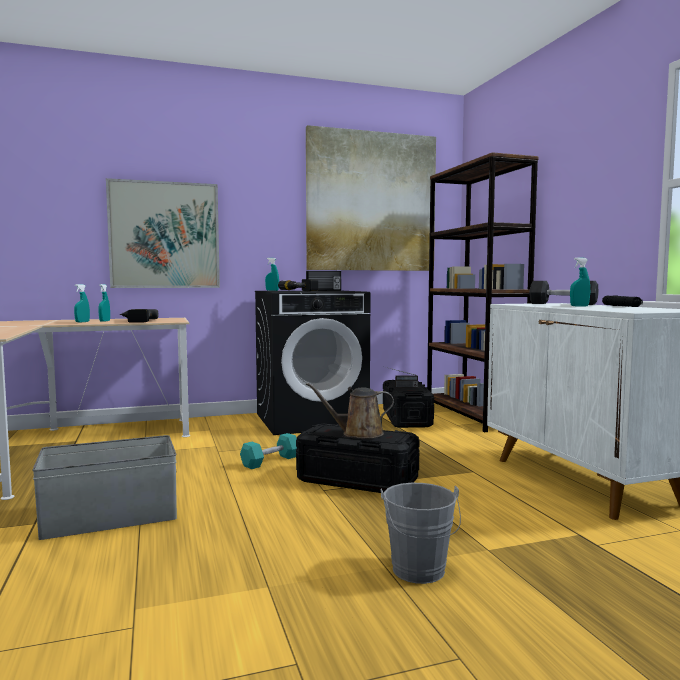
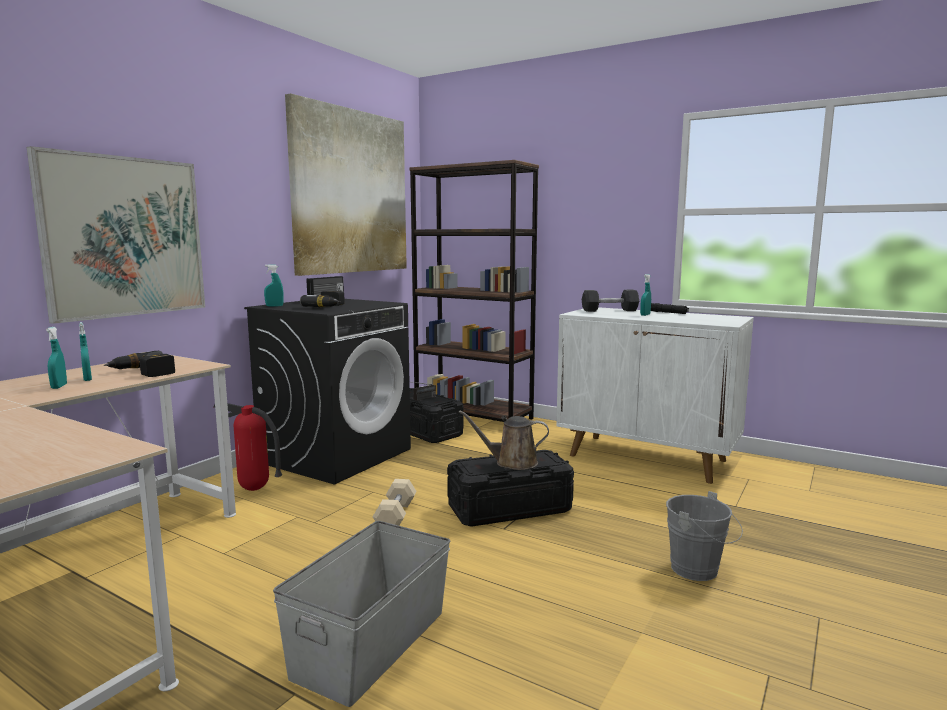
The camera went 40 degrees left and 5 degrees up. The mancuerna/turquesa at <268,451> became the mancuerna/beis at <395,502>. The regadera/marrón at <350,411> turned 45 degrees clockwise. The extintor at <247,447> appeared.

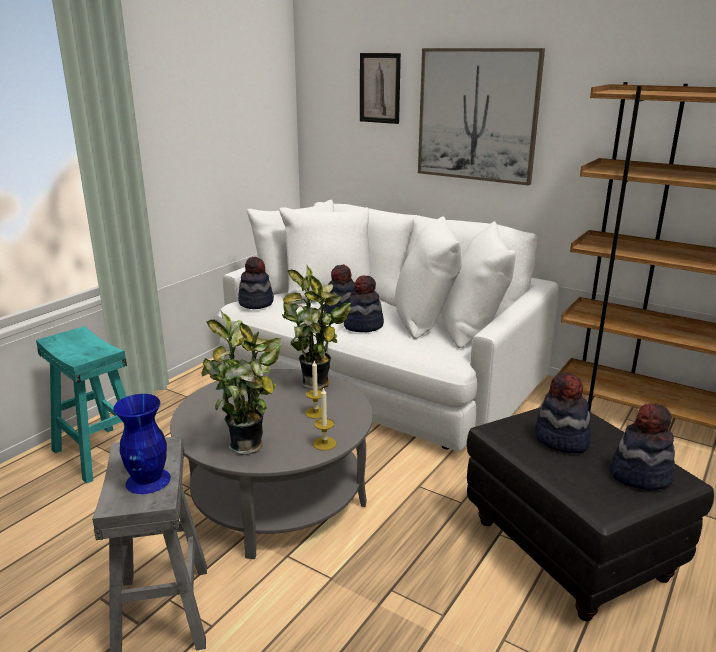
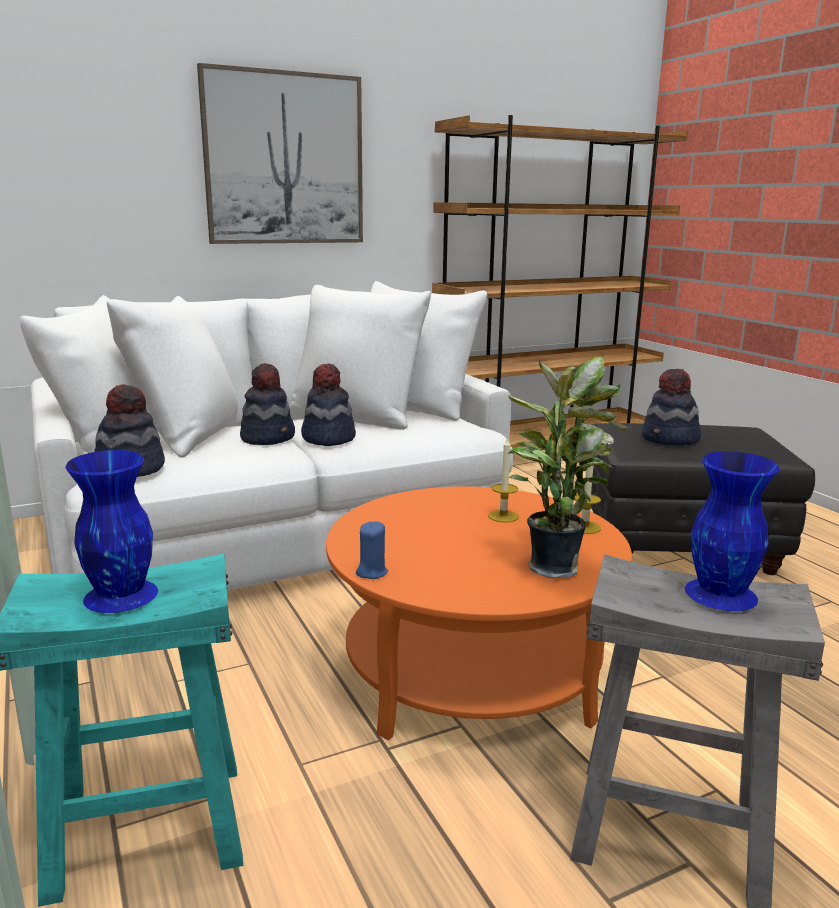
The camera went 60 degrees left and 5 degrees down. The mesa de centro/gris at <271,464> became the mesa de centro/naranja at <479,613>. The planta en maceta at <317,327> disappeared. The cuadro at <380,88> disappeared. The sombrero at <642,447> disappeared. The florero/azul at <111,531> appeared. The vela/azul at <372,550> appeared.

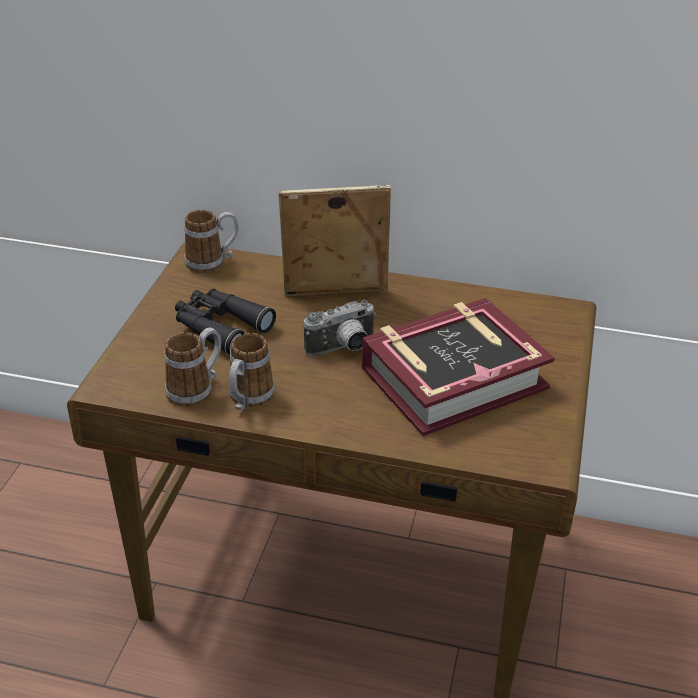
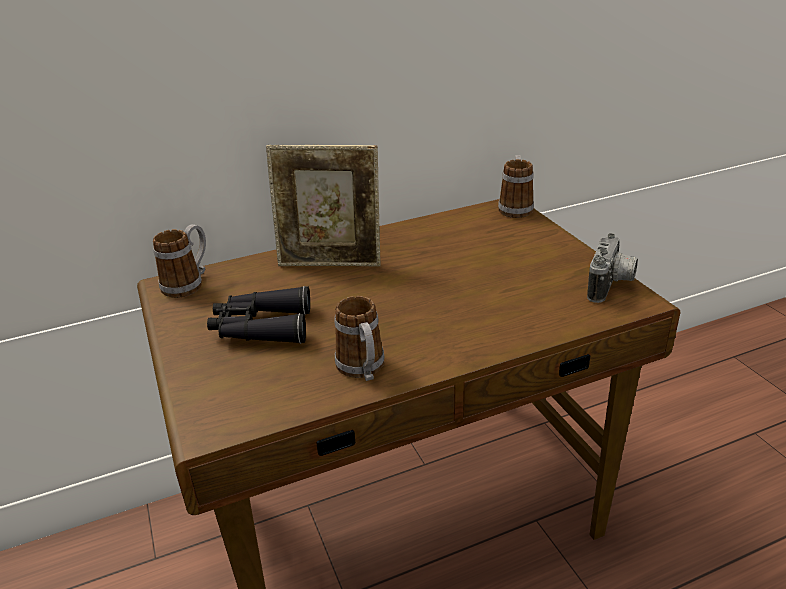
The camera went 35 degrees left and 5 degrees down. The taza grande moved from <193,367> to <516,186>. The portarretratos at <334,240> turned 135 degrees counterclockwise. The cámara moved from <340,328> to <612,268>. The libro at <458,367> disappeared.

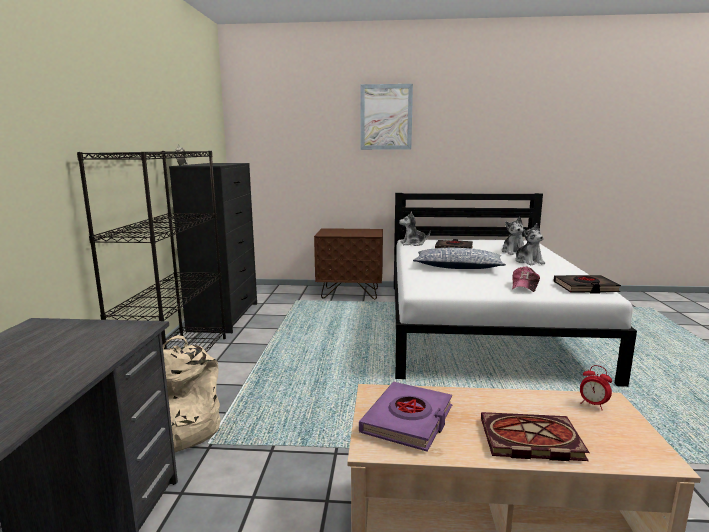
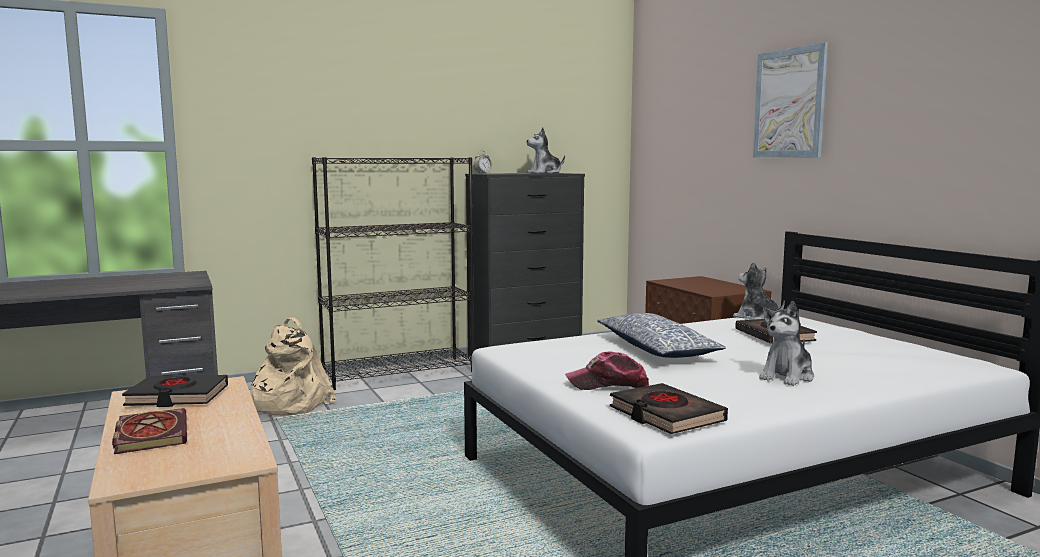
The camera went 60 degrees right and 5 degrees down. The libro/morado at <405,417> became the libro/negro at <175,391>. The peluche moved from <513,236> to <546,151>. The despertador at <596,388> disappeared.

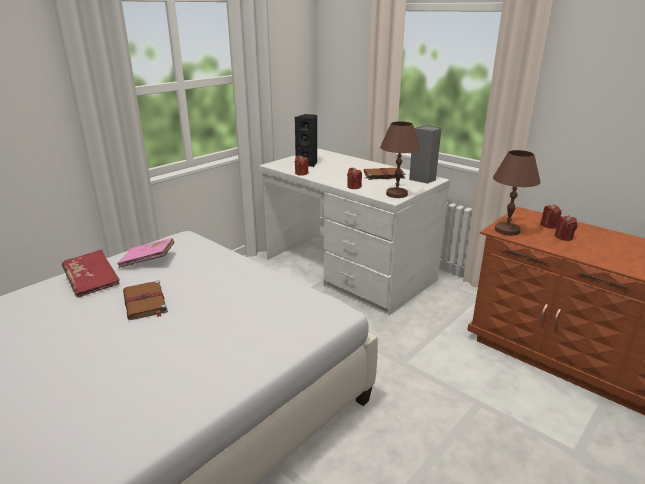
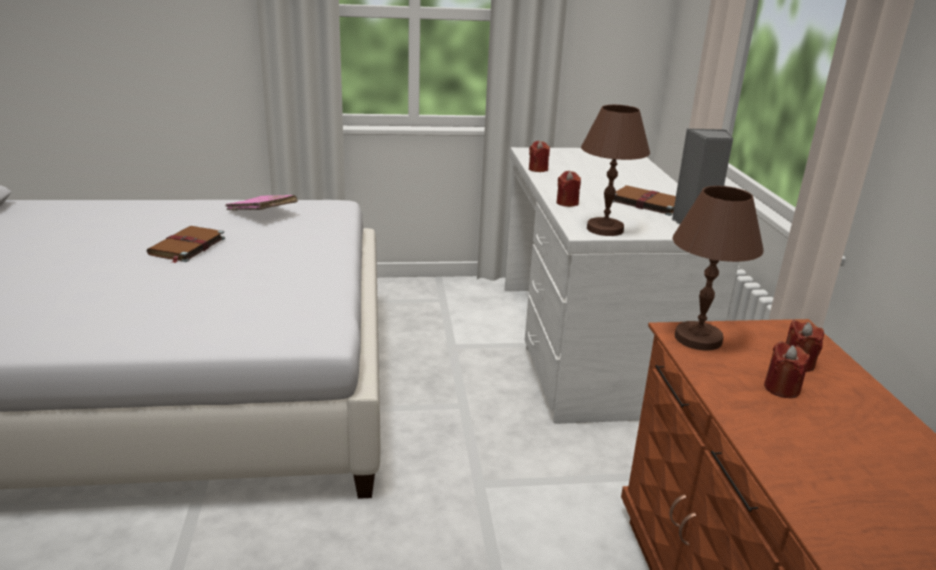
The camera went 40 degrees right and 0 degrees up. The libro/rojo at <91,273> disappeared. The altavoz/negro at <306,140> disappeared.

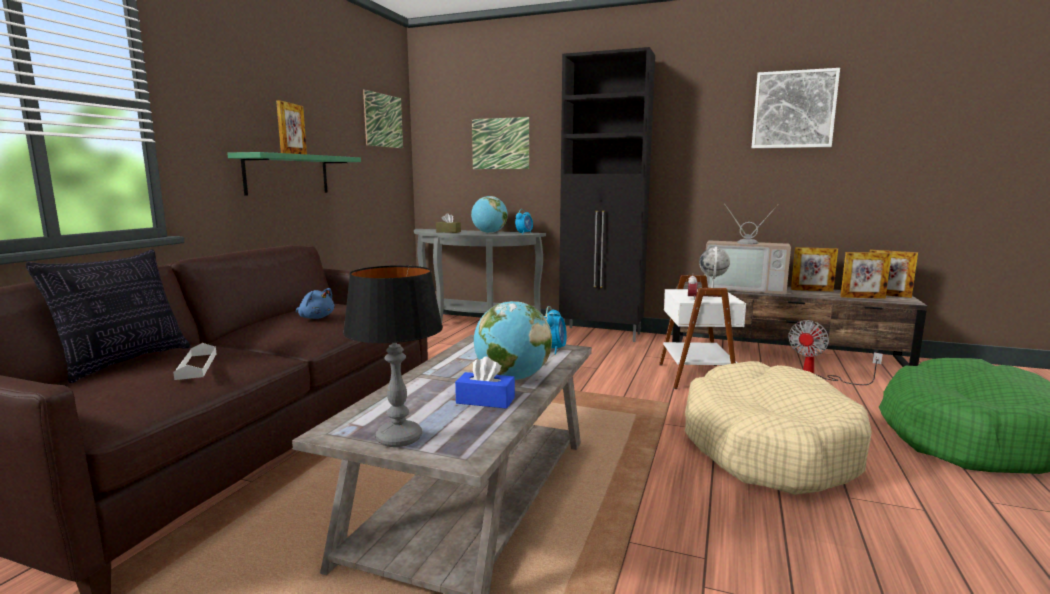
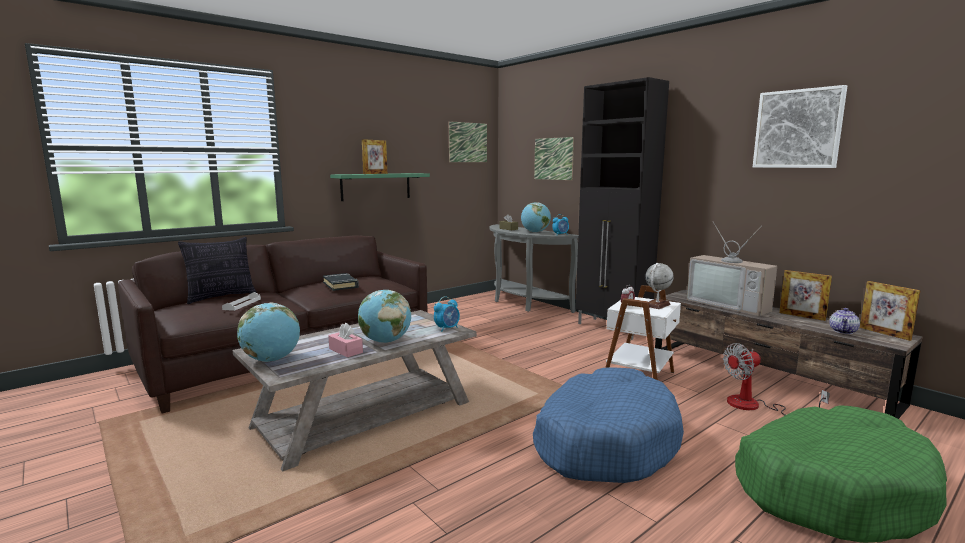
The camera went 30 degrees right and 0 degrees up. The peluche/azul at <315,303> was replaced by the libro/negro at <341,282>. The lámpara de mesa at <393,356> was replaced by the globo terráqueo at <268,332>. The caja de pañuelos/azul at <485,382> became the caja de pañuelos/rosa at <345,340>. The cama para perro/beis at <778,428> became the cama para perro/azul at <608,425>. The portarretratos at <866,275> was replaced by the tetera at <844,321>.

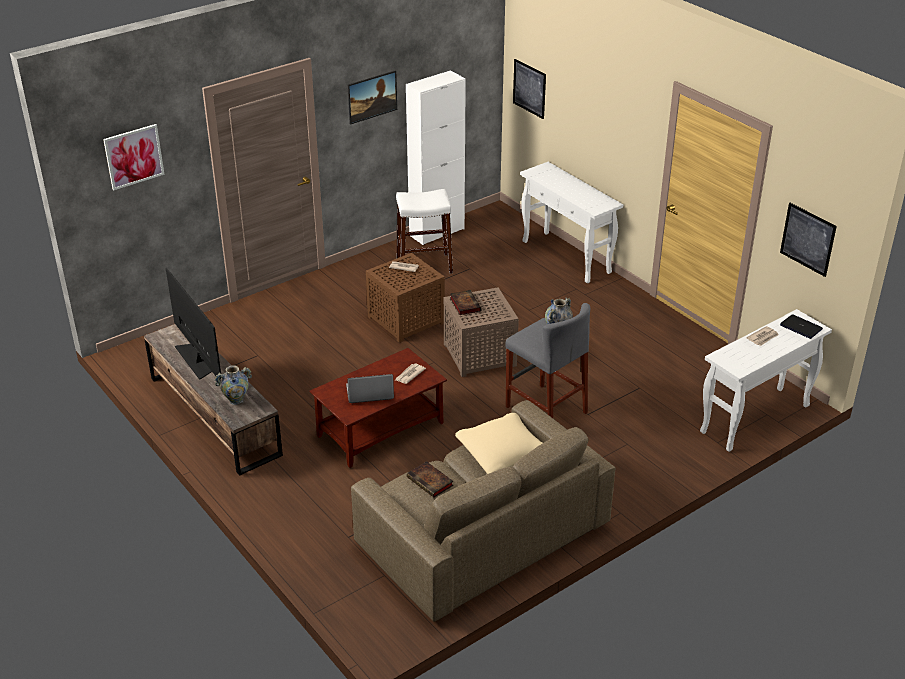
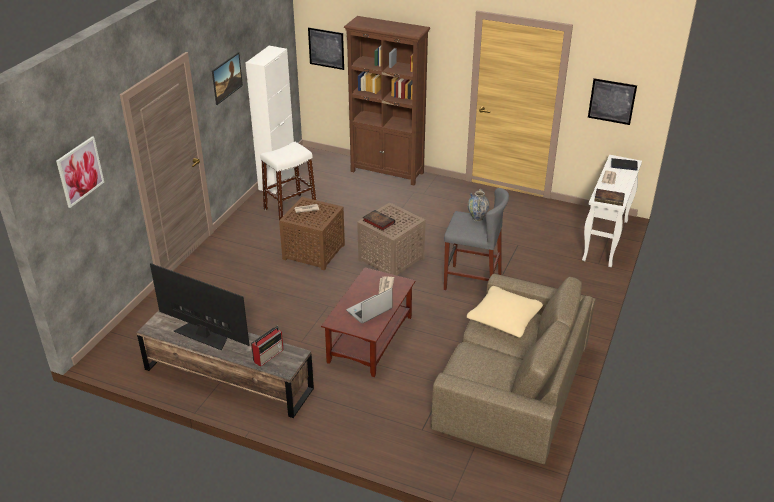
The camera went 30 degrees left and 0 degrees up. The florero at <233,385> was replaced by the radio at <267,346>. The libro moved from <430,479> to <609,197>. The mesa consola/blanco at <571,222> was replaced by the estantería/marrón at <387,100>.

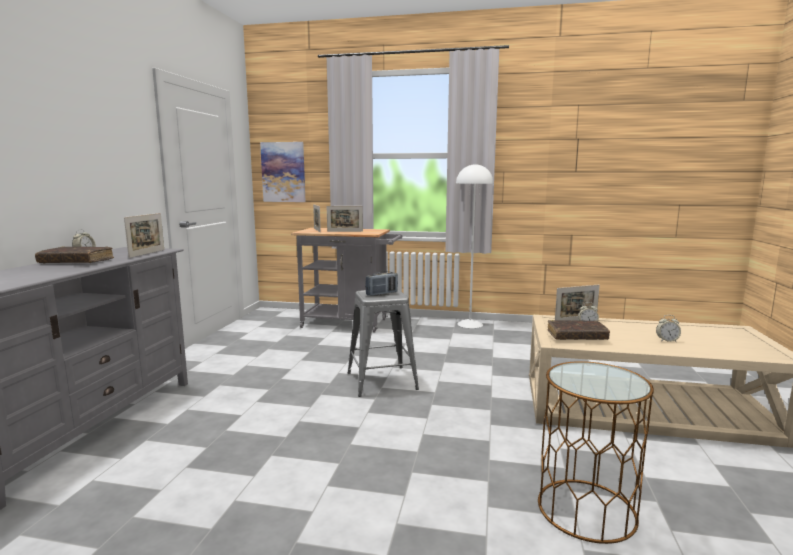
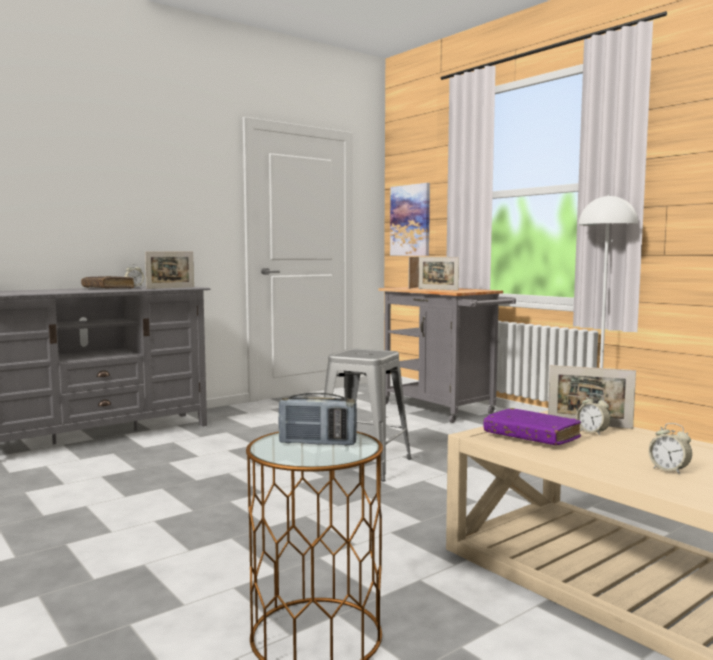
The camera went 40 degrees right and 5 degrees down. The radio moved from <381,283> to <318,419>. The libro/marrón at <578,330> became the libro/morado at <532,426>.

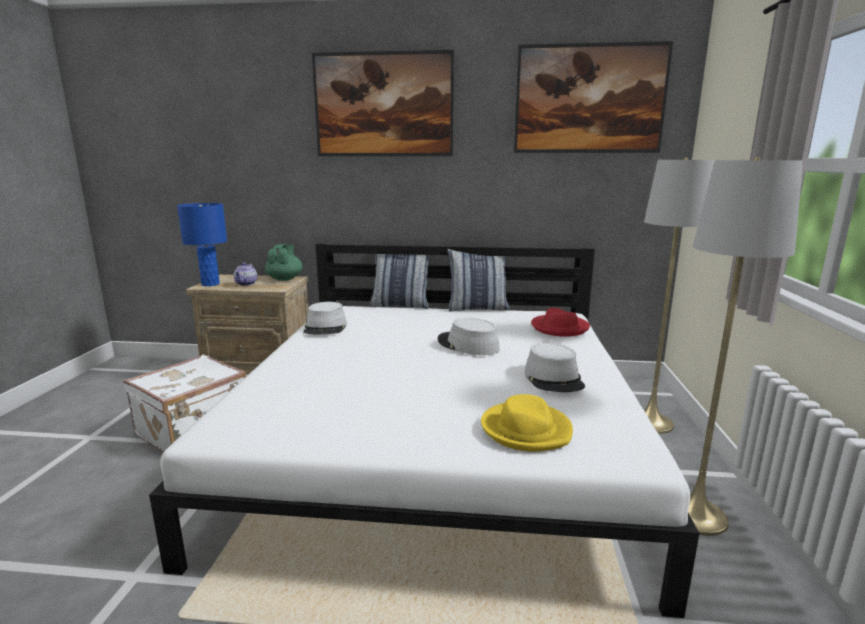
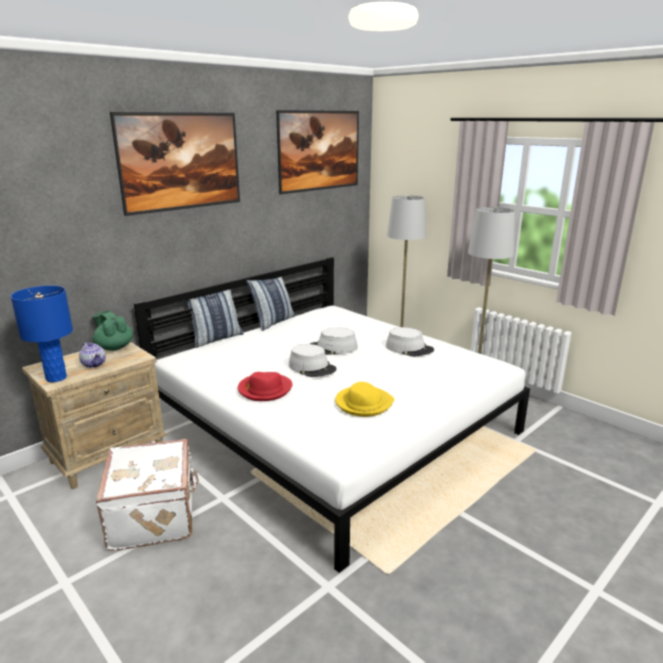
The camera went 50 degrees left and 5 degrees up. The sombrero/gris moved from <325,318> to <312,360>. The sombrero/amarillo moved from <527,422> to <364,399>. The sombrero/rojo moved from <560,322> to <265,386>.

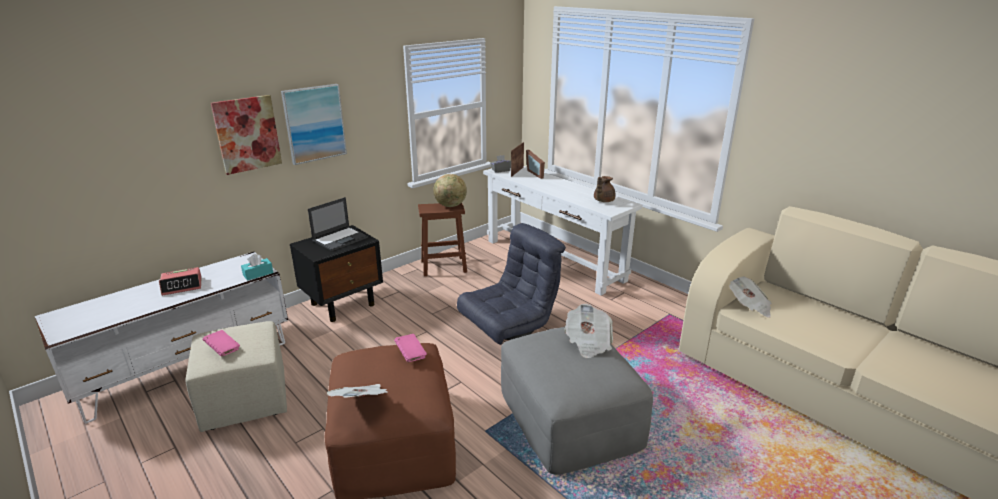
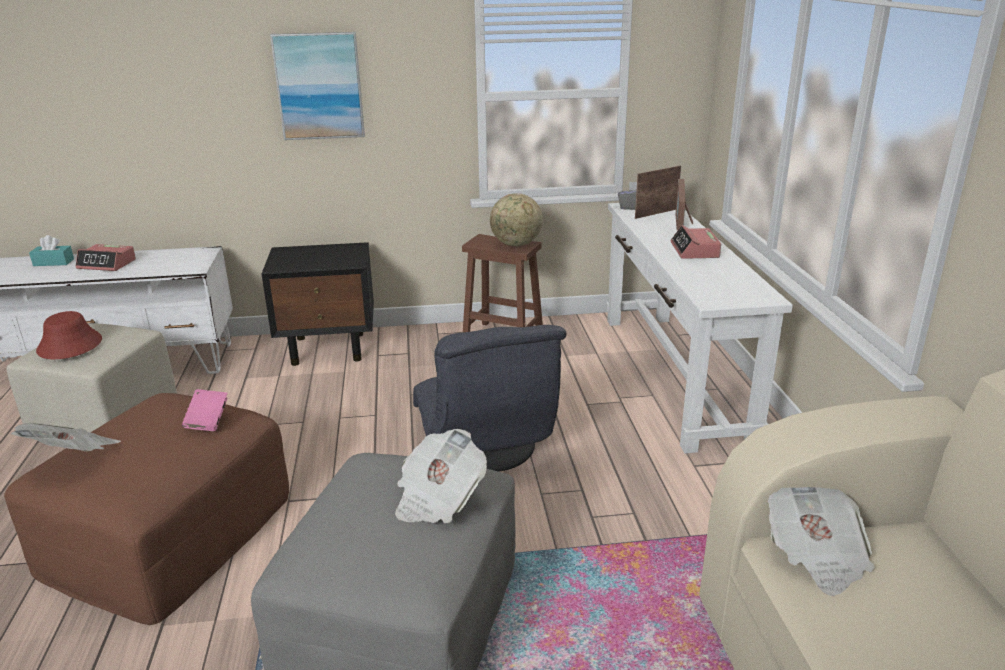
The camera went 35 degrees right and 0 degrees up. The libro/rosa at <221,343> was replaced by the sombrero/rojo at <69,335>. The cuadro at <246,135> disappeared. The caja de pañuelos/turquesa moved from <257,267> to <51,250>. The portátil at <338,224> disappeared. The sillón/gris at <511,284> turned 75 degrees clockwise. The tetera/marrón at <604,189> disappeared. The despertador at <696,242> appeared.

